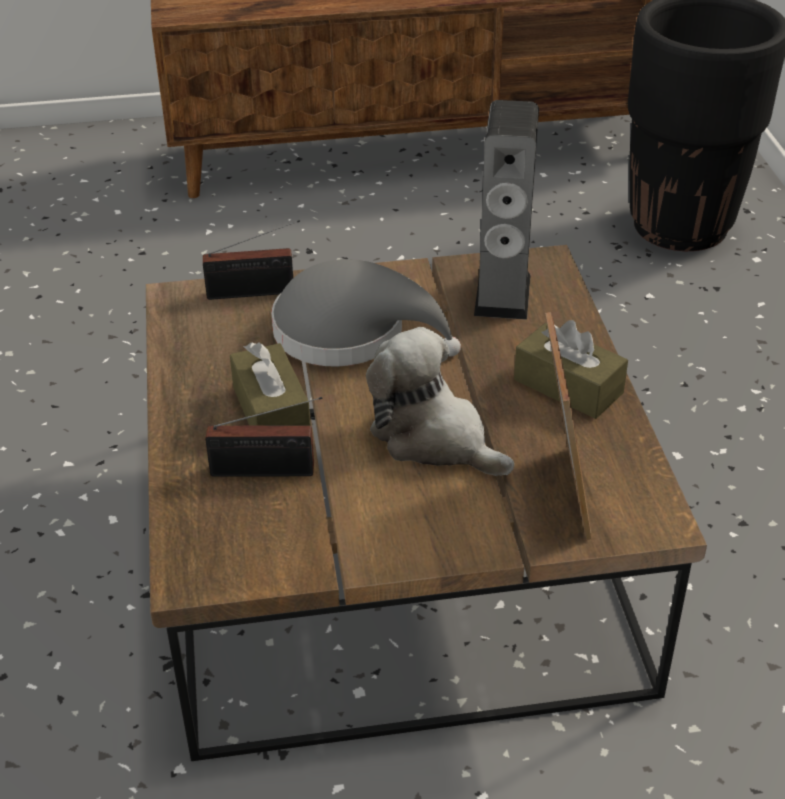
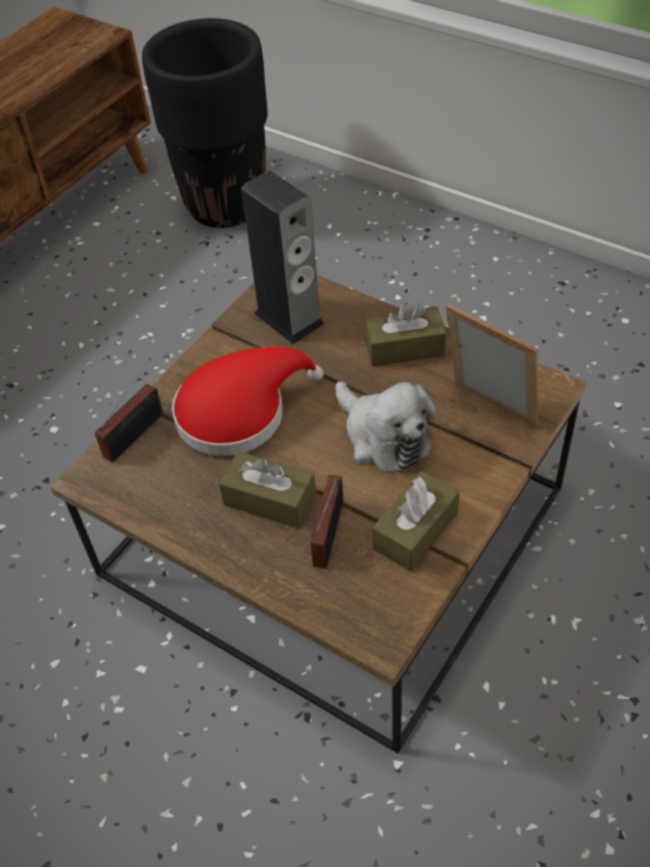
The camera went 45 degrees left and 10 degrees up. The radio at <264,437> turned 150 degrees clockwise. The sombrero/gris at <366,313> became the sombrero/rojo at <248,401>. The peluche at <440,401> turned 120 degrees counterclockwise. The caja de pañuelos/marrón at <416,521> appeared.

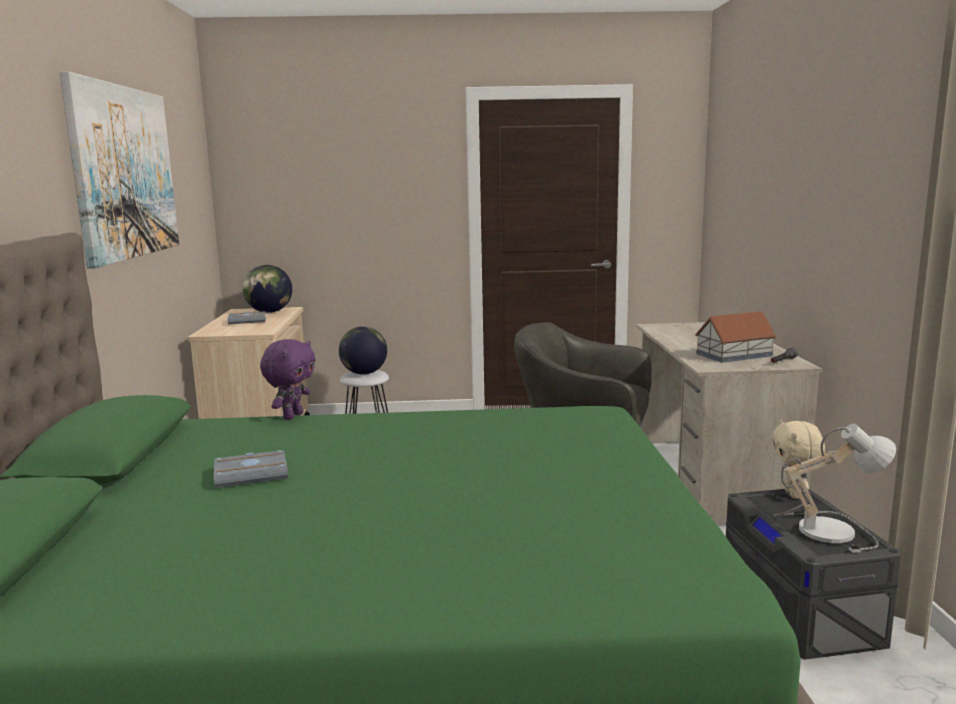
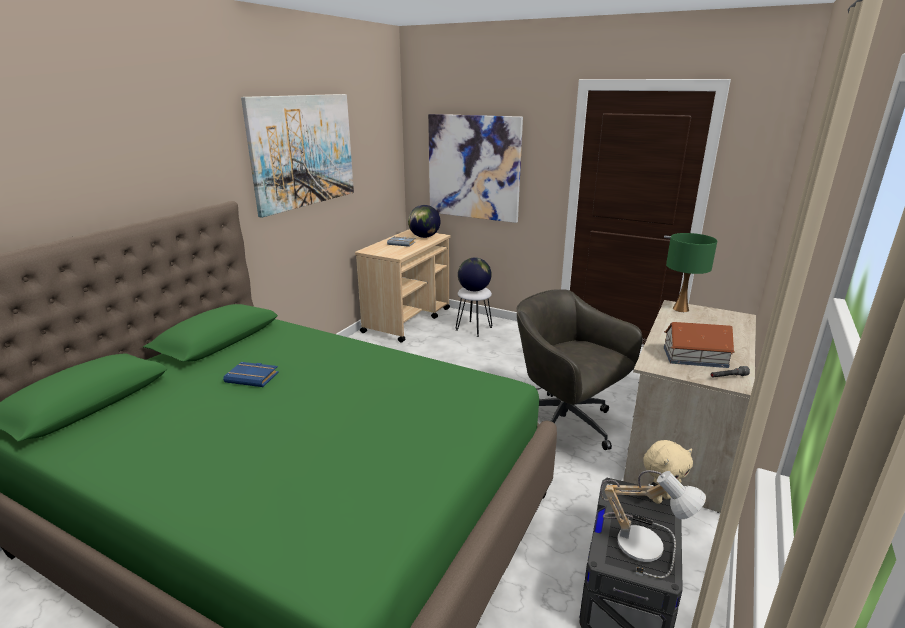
The camera went 30 degrees right and 10 degrees up. The libro/gris at <251,469> became the libro/azul at <251,374>. The peluche/morado at <287,379> disappeared. The peluche/beis at <798,459> turned 150 degrees counterclockwise. The cuadro at <475,168> appeared. The lámpara de mesa/verde at <691,272> appeared.

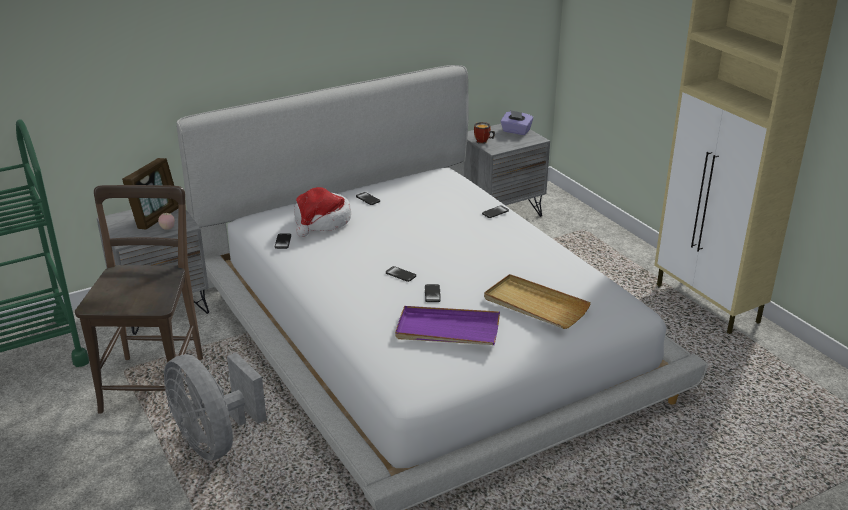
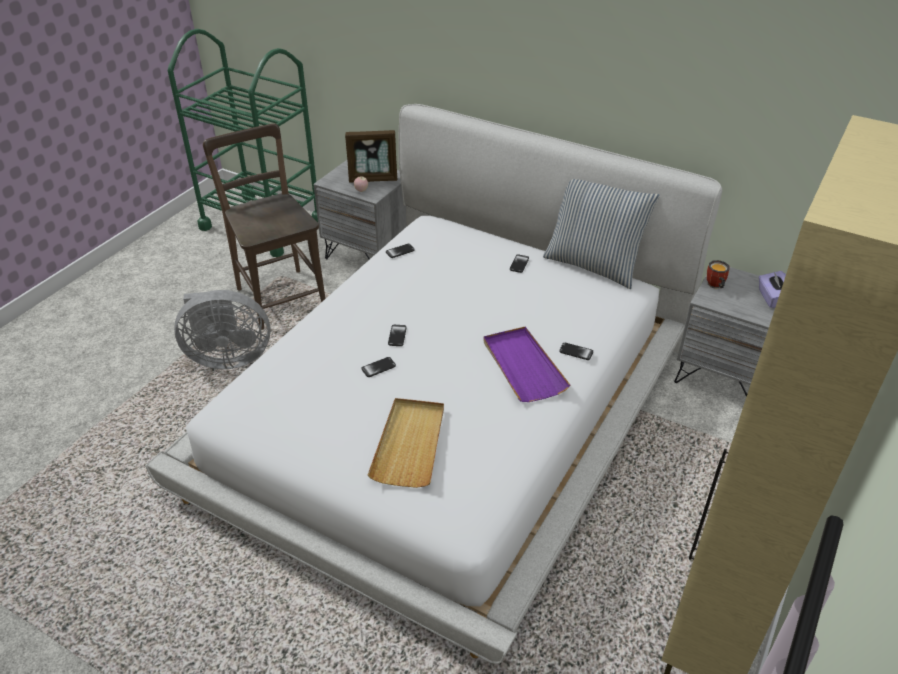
The camera went 60 degrees right and 10 degrees up. The silla/marrón at <139,299> turned 90 degrees counterclockwise. The ventilador/gris at <215,406> turned 120 degrees counterclockwise. The sombrero at <322,212> disappeared. The bandeja/morado moved from <447,325> to <526,364>. The cojín at <601,234> appeared.

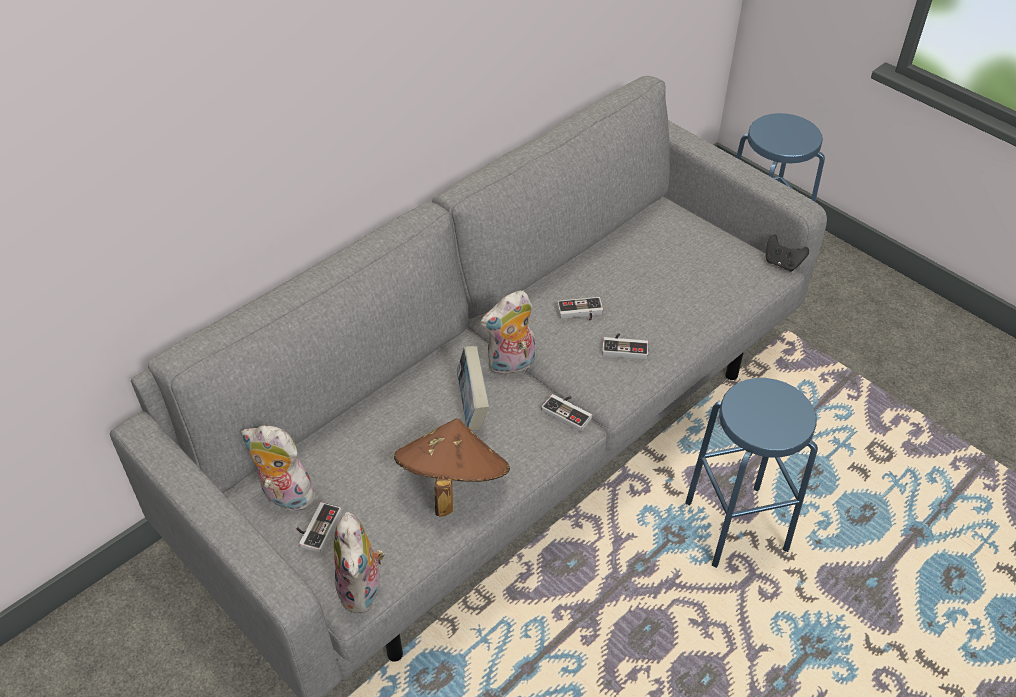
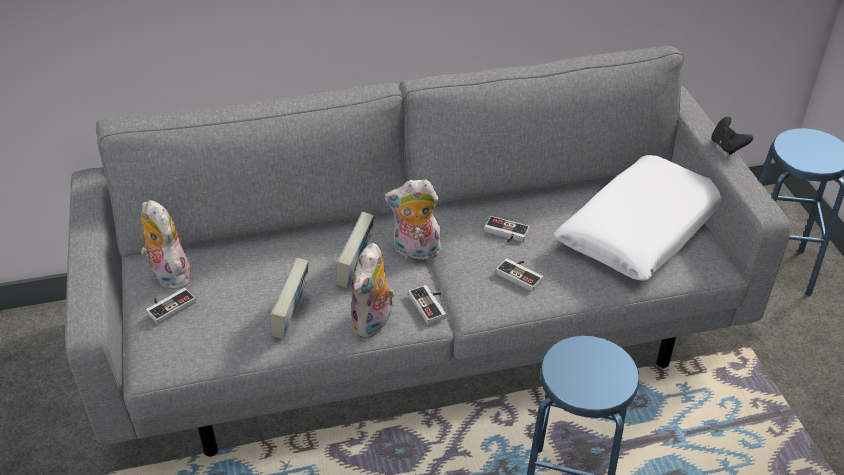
The camera went 30 degrees right and 5 degrees down. The peluche moved from <359,562> to <373,290>. The sombrero/marrón at <452,467> was replaced by the libro at <290,298>. The mando de consola/negro moved from <787,253> to <732,136>. The cojín/blanco at <637,217> appeared.

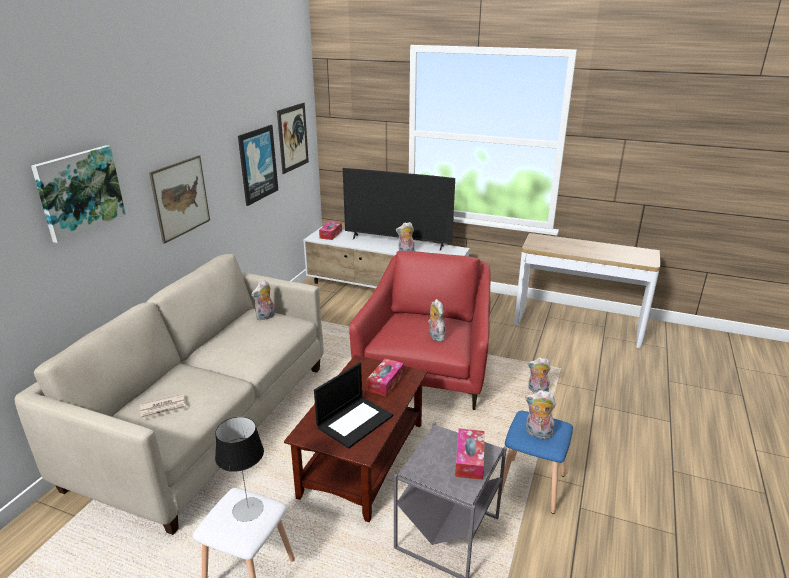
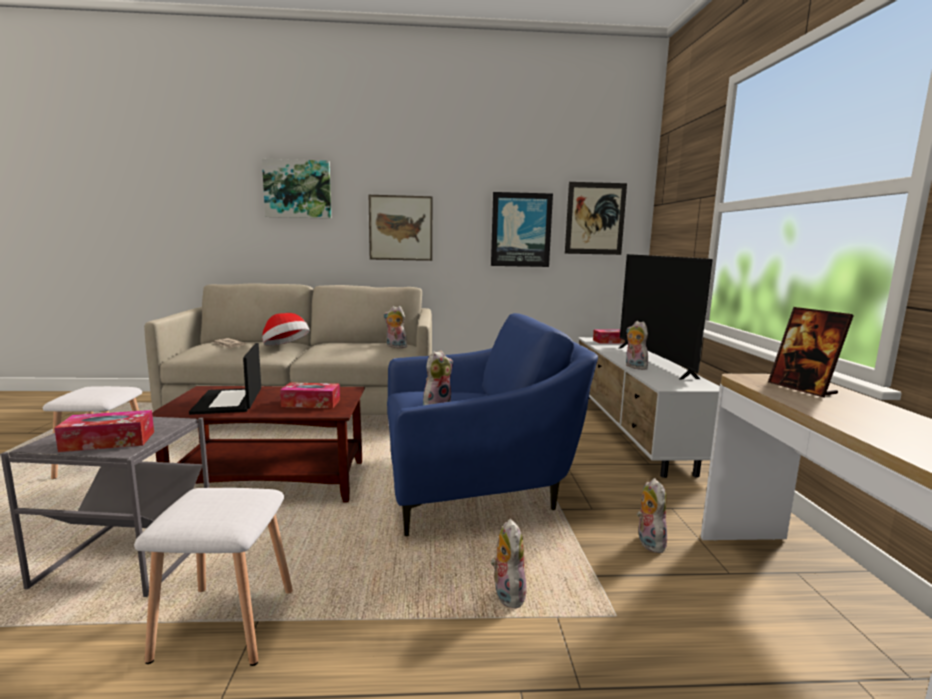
The camera went 65 degrees right and 15 degrees down. The lámpara de mesa at <239,469> disappeared. The portátil at <353,405> turned 60 degrees clockwise. The sillón/rojo at <420,330> became the sillón/azul at <492,424>. The taburete/azul at <535,462> became the taburete/blanco at <213,577>. The peluche moved from <540,414> to <652,515>. The sombrero at <286,329> appeared. The portarretratos at <811,352> appeared.

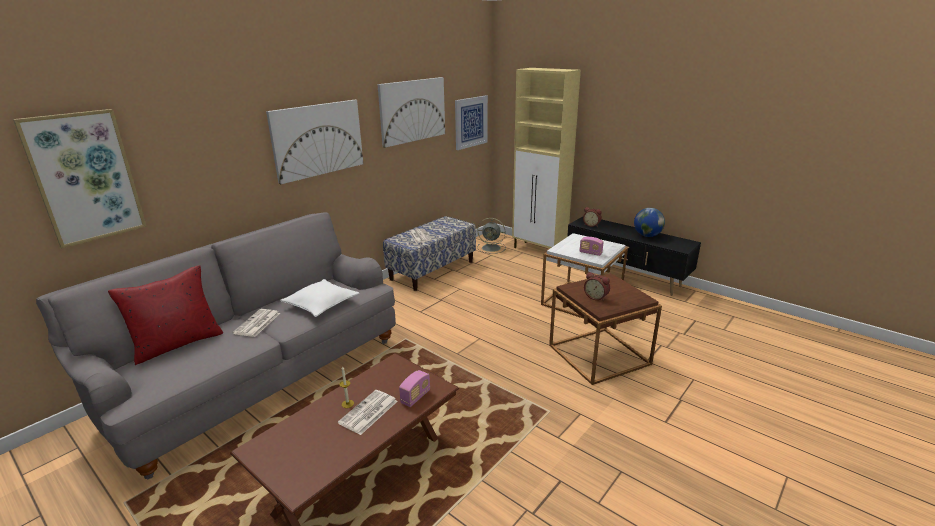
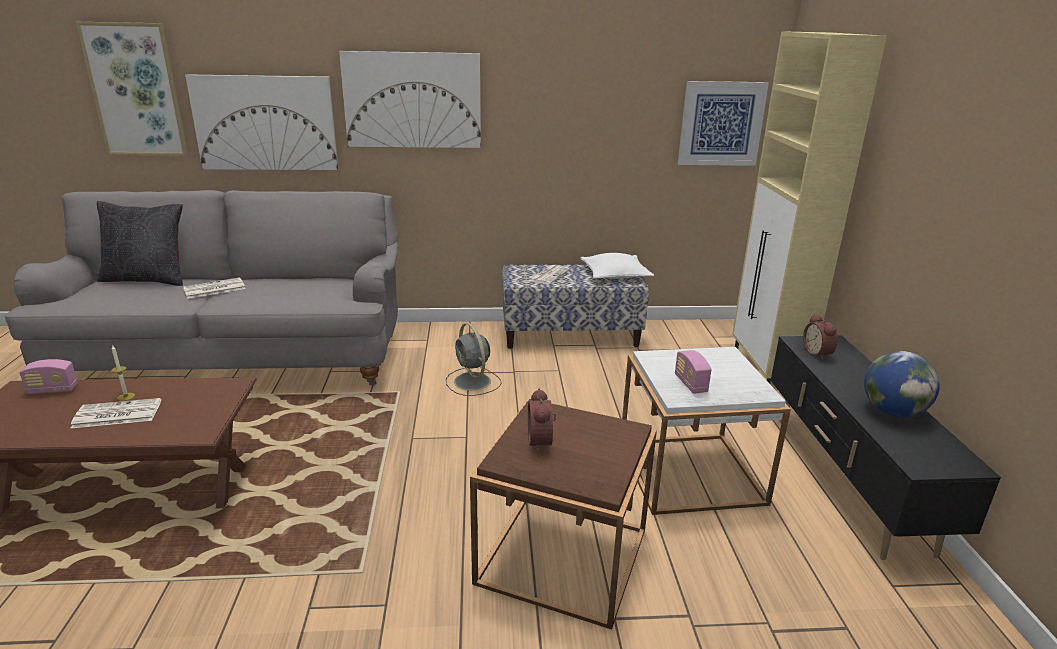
The camera went 45 degrees right and 0 degrees up. The cojín/rojo at <165,315> became the cojín/negro at <140,243>. The cojín/blanco moved from <320,298> to <617,266>. The cuadro moved from <411,112> to <261,122>. The radio moved from <414,388> to <49,376>. The ventilador/gris moved from <491,236> to <474,359>.

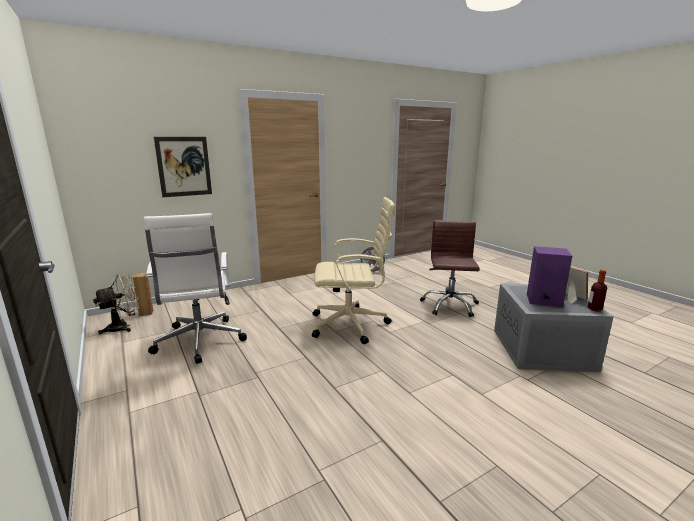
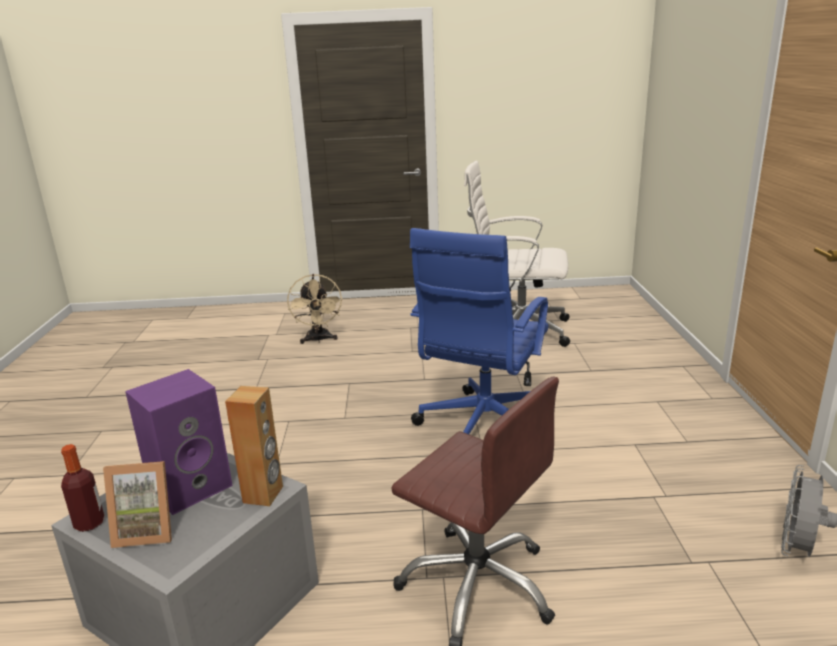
The camera went 120 degrees right and 5 degrees up. The ventilador/beis moved from <116,303> to <315,309>. The altavoz/marrón moved from <143,294> to <254,446>. The cuadro at <183,167> disappeared. The silla de oficina/beis at <353,270> became the silla de oficina/azul at <479,331>.

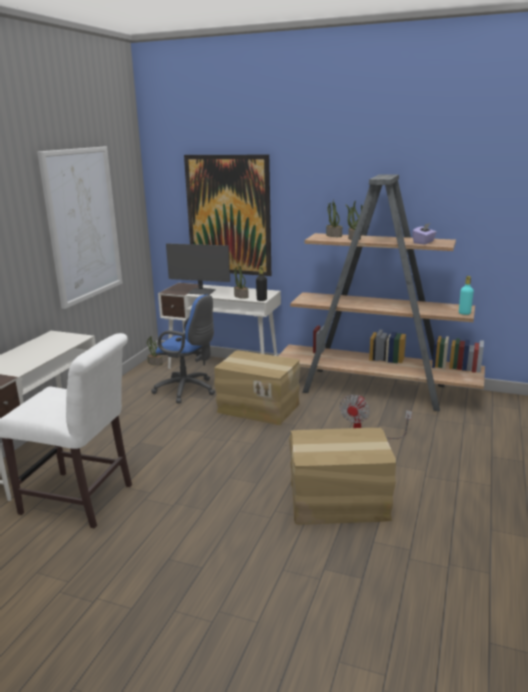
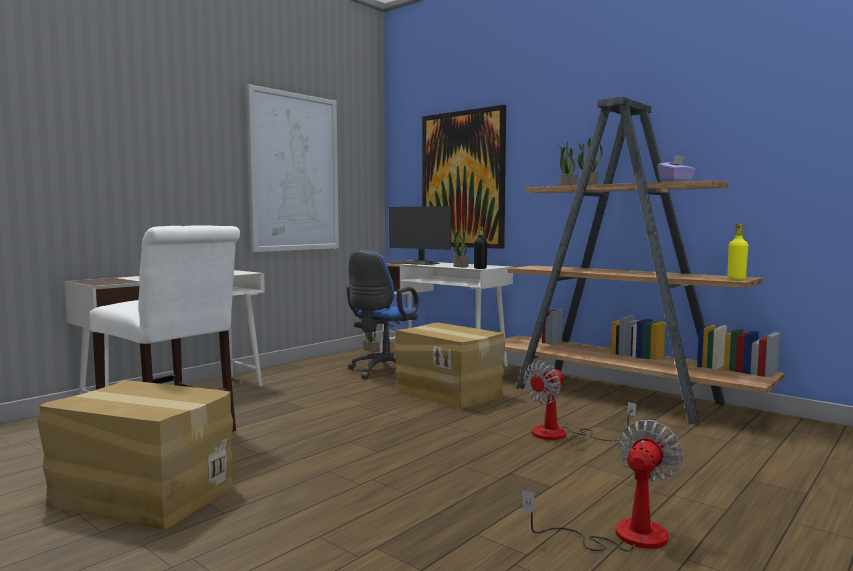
The camera went 20 degrees right and 15 degrees down. The silla de oficina/azul at <183,349> turned 75 degrees clockwise. The caja de cartón moved from <342,476> to <135,455>. The botella/turquesa at <466,295> became the botella/amarillo at <737,252>. The ventilador at <602,486> appeared.

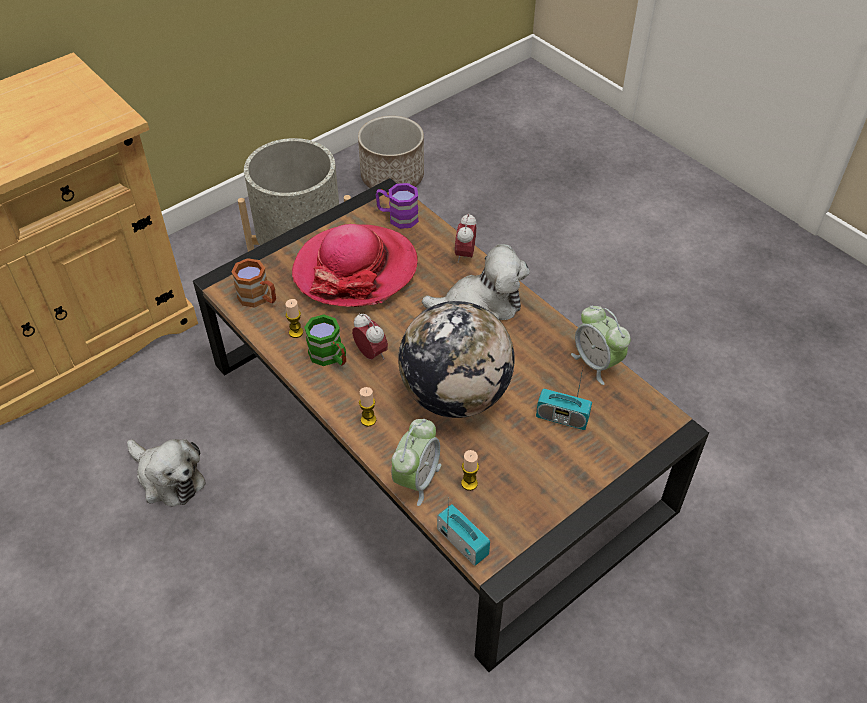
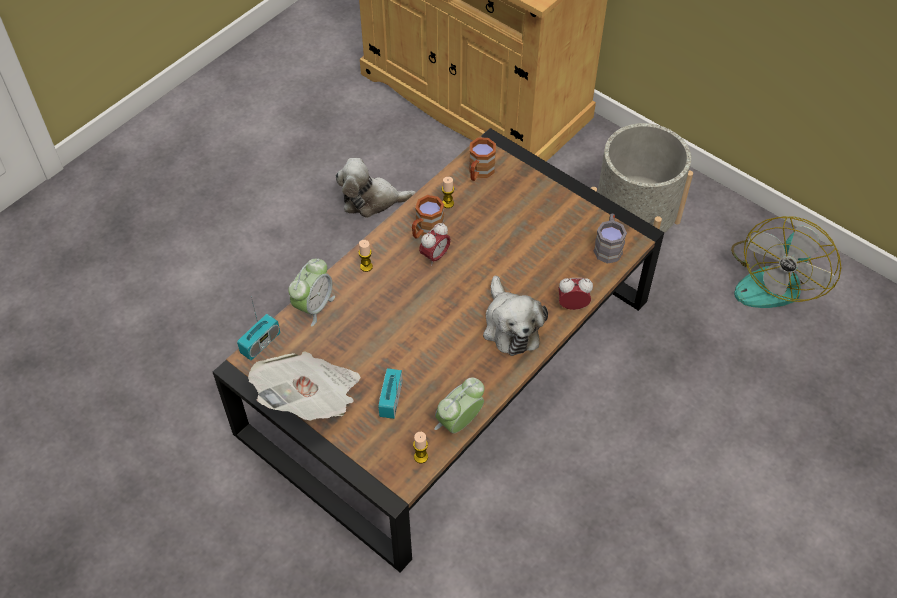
The camera went 80 degrees right and 5 degrees up. The peluche at <166,472> turned 60 degrees clockwise. The sombrero at <355,265> disappeared. The taza grande/verde at <325,340> became the taza grande/marrón at <428,217>. The maceta at <391,152> was replaced by the ventilador at <786,262>. The taza grande/morado at <397,206> became the taza grande/gris at <610,239>. The despertador at <416,462> turned 75 degrees counterclockwise. The globo terráqueo at <456,359> disappeared. The vela moved from <470,470> to <420,447>. The periódico at <304,386> appeared.

